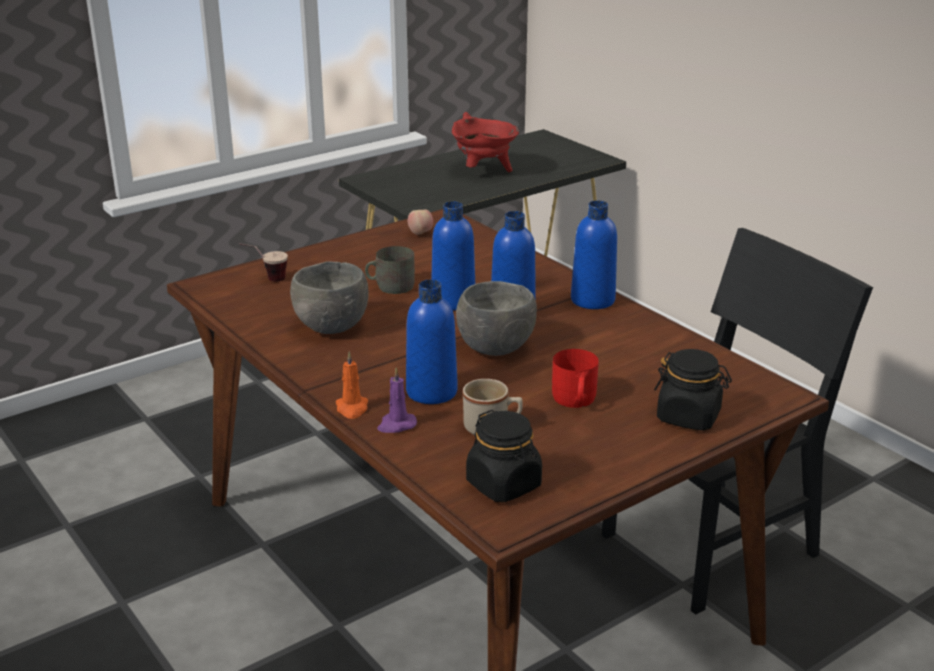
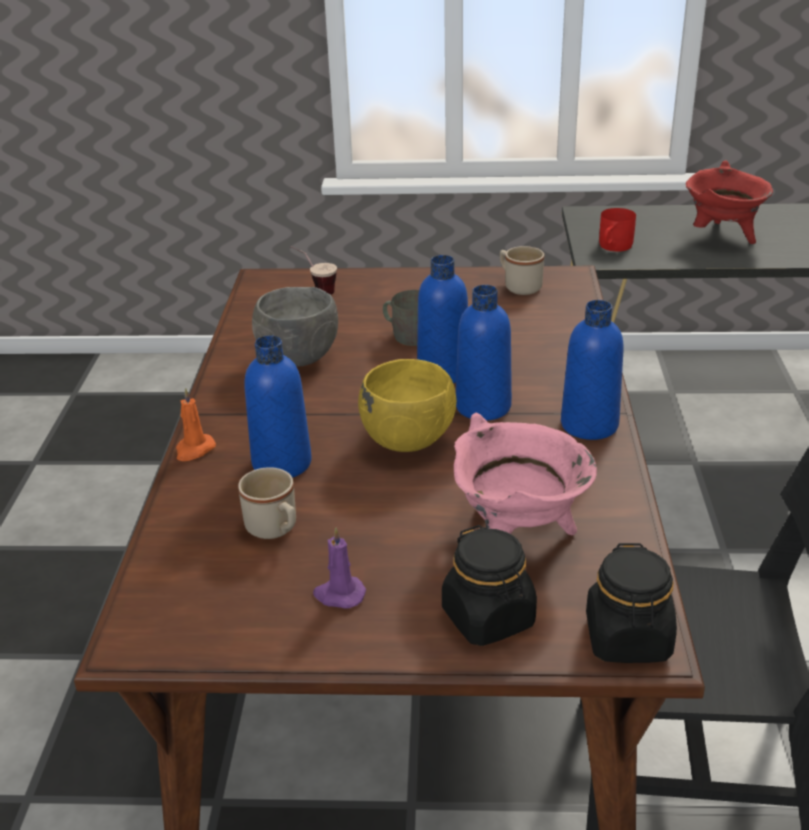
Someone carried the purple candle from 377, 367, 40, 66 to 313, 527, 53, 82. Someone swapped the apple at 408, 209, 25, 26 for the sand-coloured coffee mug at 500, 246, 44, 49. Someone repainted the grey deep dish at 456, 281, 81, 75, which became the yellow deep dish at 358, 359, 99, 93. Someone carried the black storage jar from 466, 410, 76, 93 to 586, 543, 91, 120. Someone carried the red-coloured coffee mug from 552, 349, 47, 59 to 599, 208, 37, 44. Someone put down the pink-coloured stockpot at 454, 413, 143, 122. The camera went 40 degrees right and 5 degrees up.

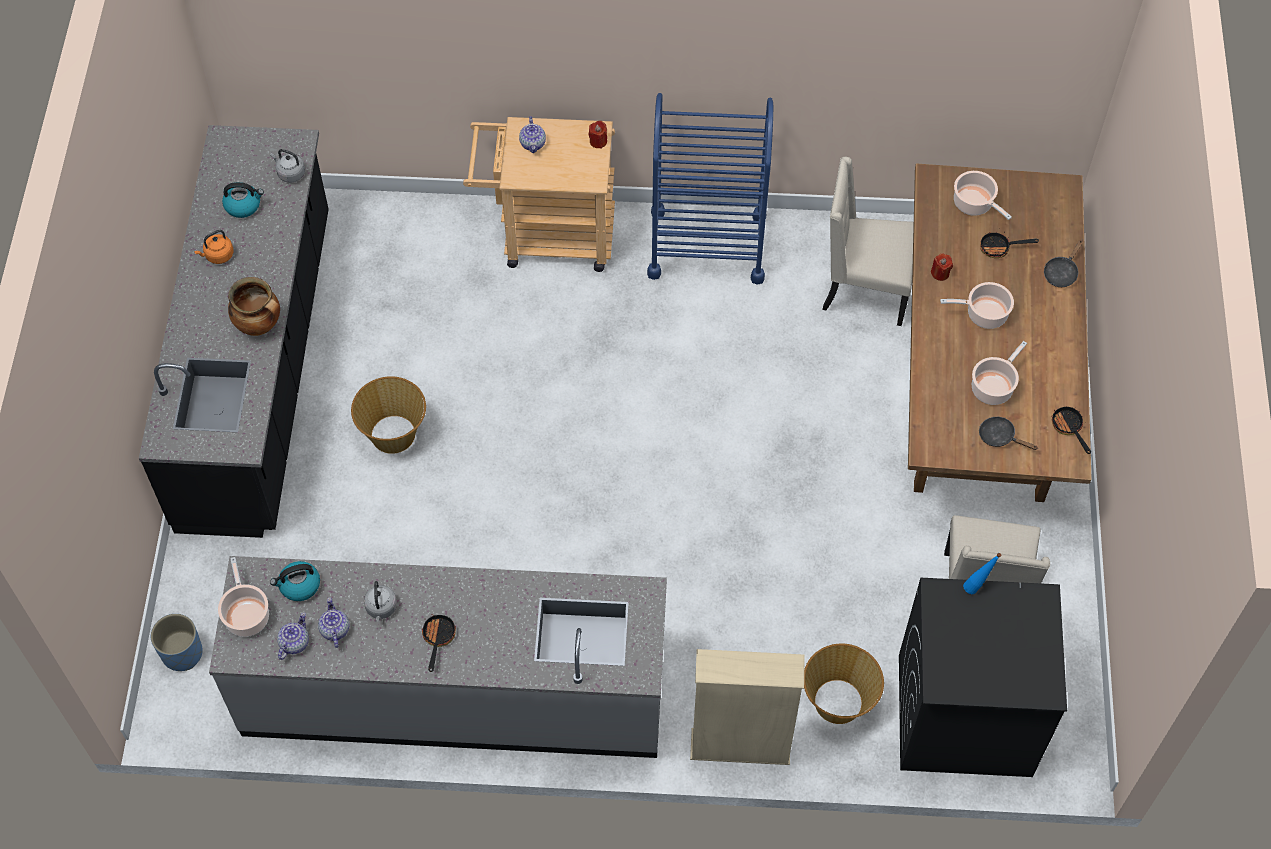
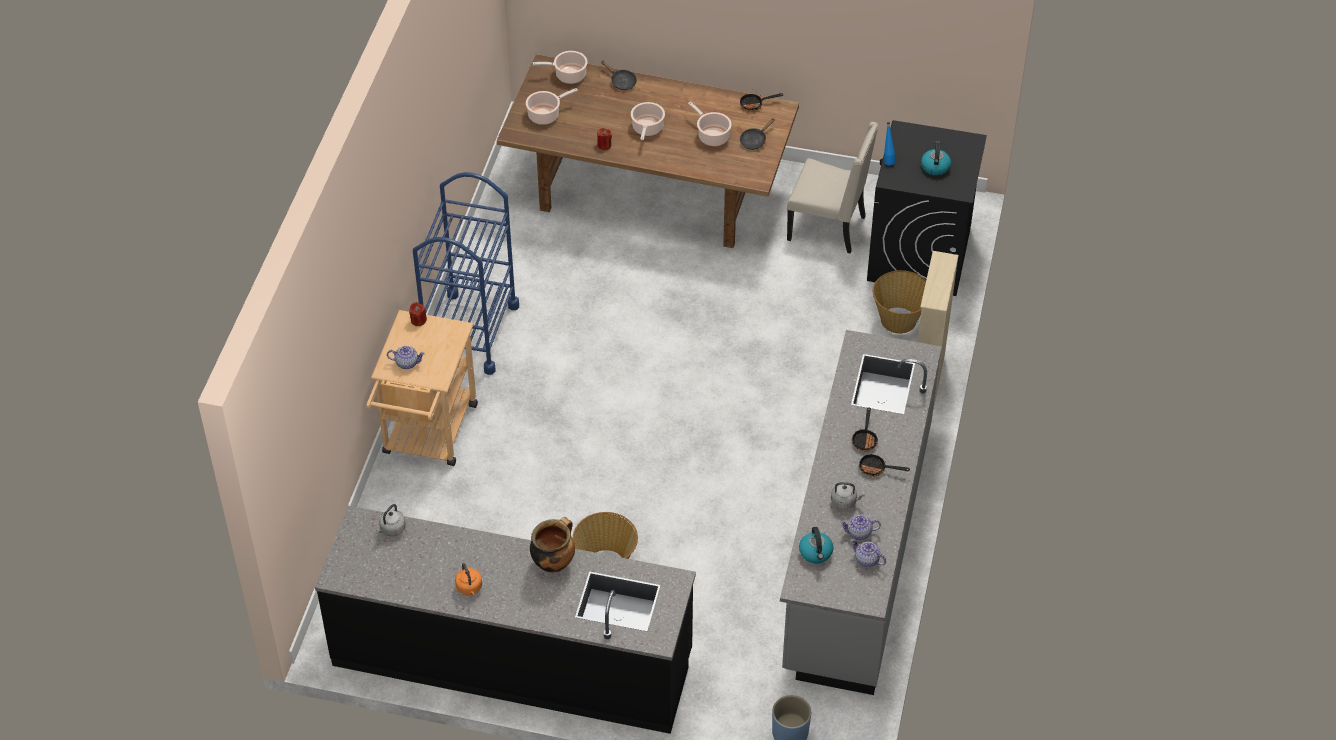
Someone carried the stockpot from 218, 557, 51, 80 to 533, 51, 54, 33. Someone carried the kettle from 222, 182, 42, 36 to 921, 141, 30, 34. Someone took away the sand-coloured chair at 822, 157, 92, 169. Someone carried the pan from 980, 232, 59, 26 to 852, 407, 26, 45. The camera went 80 degrees left and 10 degrees down.

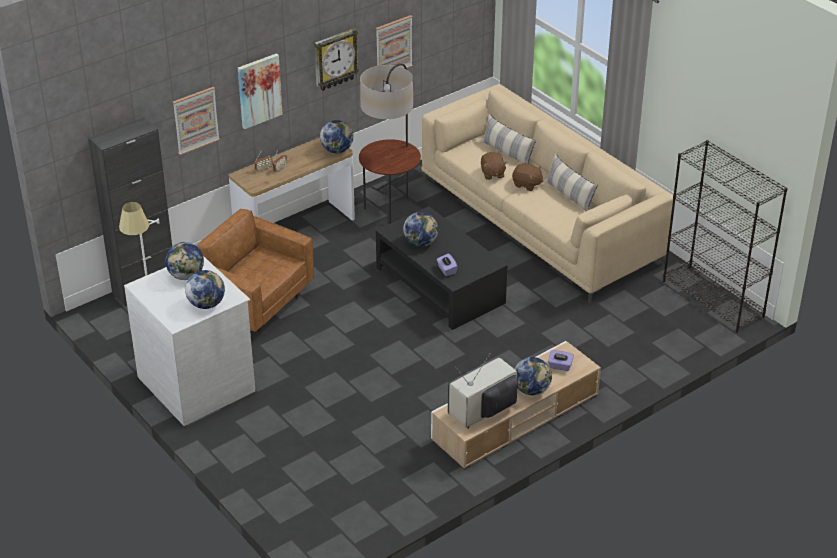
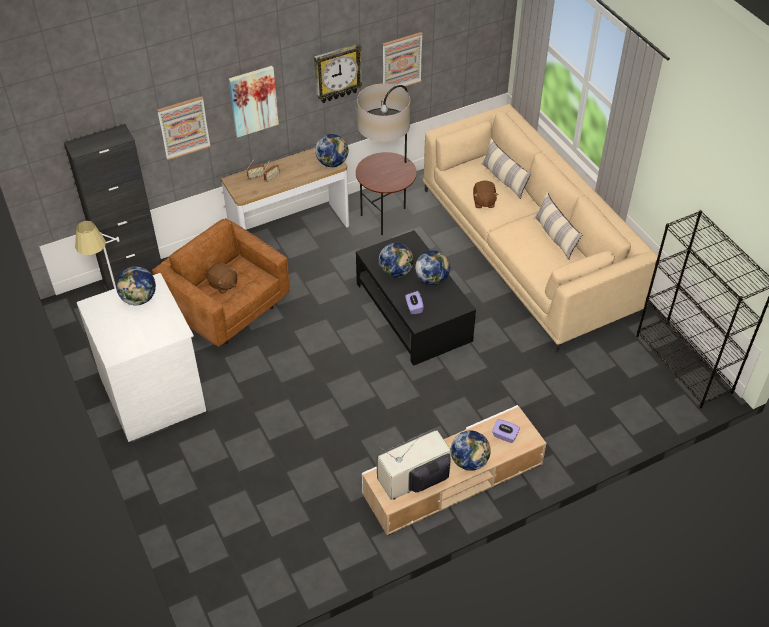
Someone carried the globe from 185, 270, 40, 39 to 415, 250, 35, 35. Someone carried the brown-coloured soft toy from 512, 163, 31, 28 to 206, 262, 31, 32. The camera went 10 degrees right and 10 degrees up.

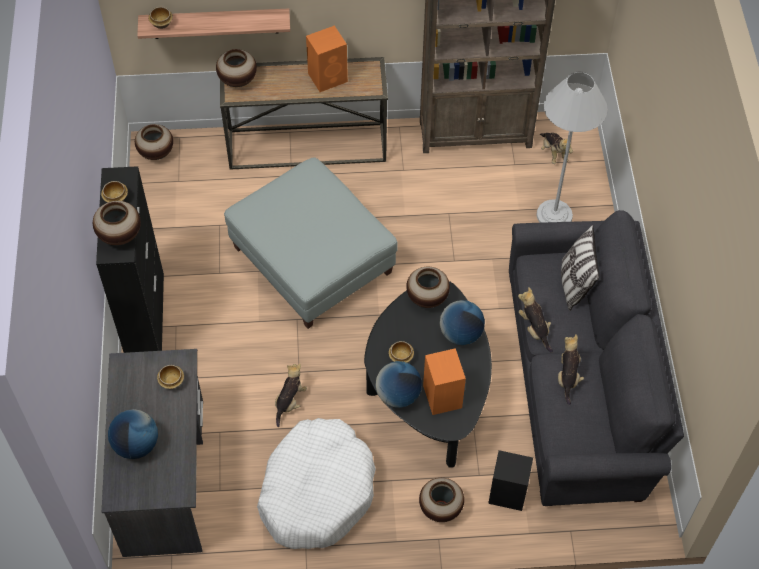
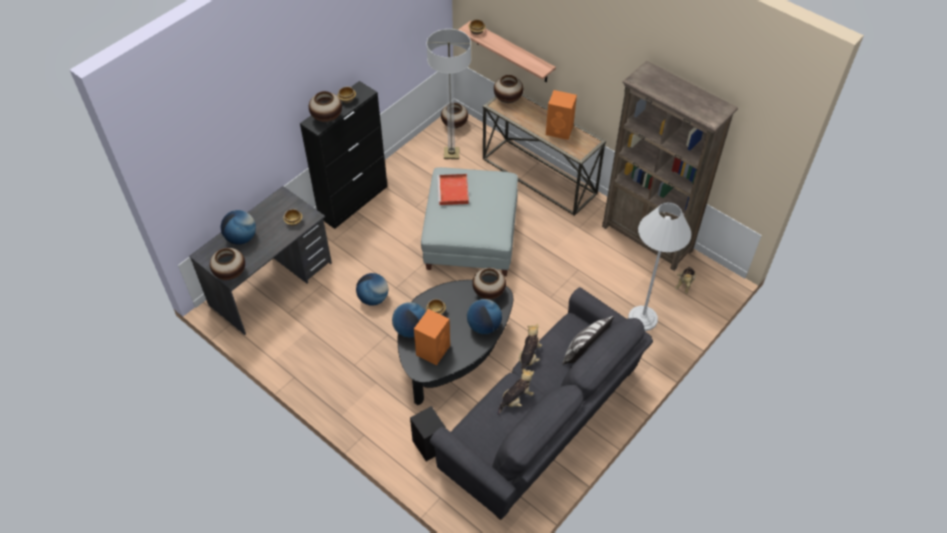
Someone took away the white-coloured dog cushion at 257, 418, 119, 131. Someone swapped the soft toy at 275, 364, 32, 63 for the globe at 356, 273, 33, 33. Someone carried the vase from 419, 478, 45, 44 to 210, 248, 35, 32. Someone put down the standard lamp at 427, 29, 44, 130. Someone put down the red-coloured carrying tray at 437, 174, 32, 31. The camera went 45 degrees right and 5 degrees down.

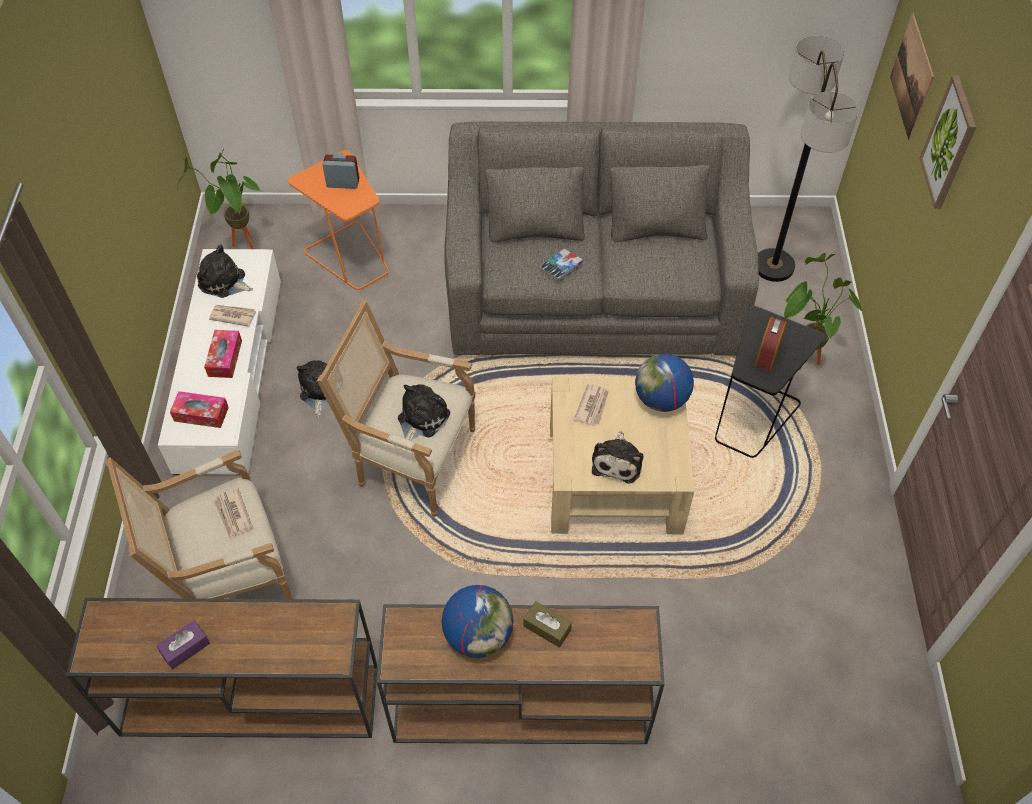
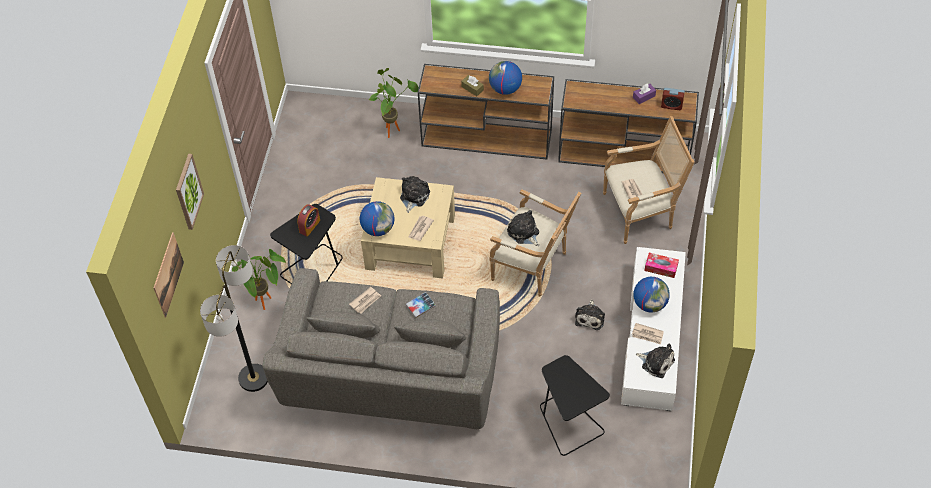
Someone carried the houseplant from 177, 147, 83, 102 to 368, 68, 51, 70. Someone swapped the box of tissues at 204, 330, 38, 48 for the globe at 633, 277, 37, 36. Someone repainted the orangey side table at 288, 150, 101, 140, which became the black side table at 540, 355, 70, 101. Someone carried the table clock from 323, 153, 36, 36 to 661, 88, 24, 22. Someone rotated the soft toy at 398, 384, 52, 57 by 105 degrees clockwise. Someone put down the newspaper at 349, 287, 32, 26. The camera went 170 degrees left and 0 degrees up.

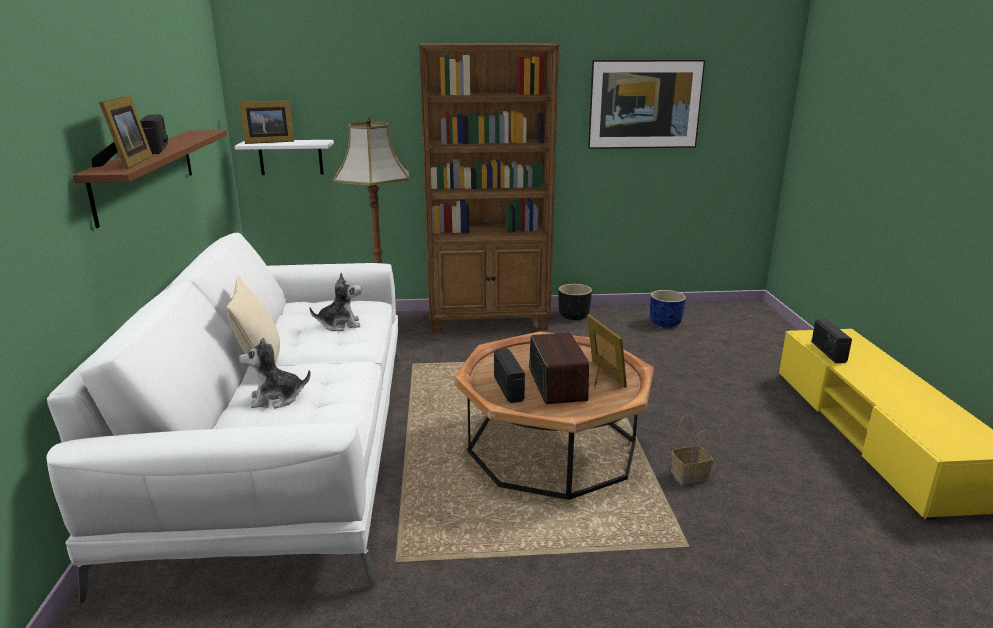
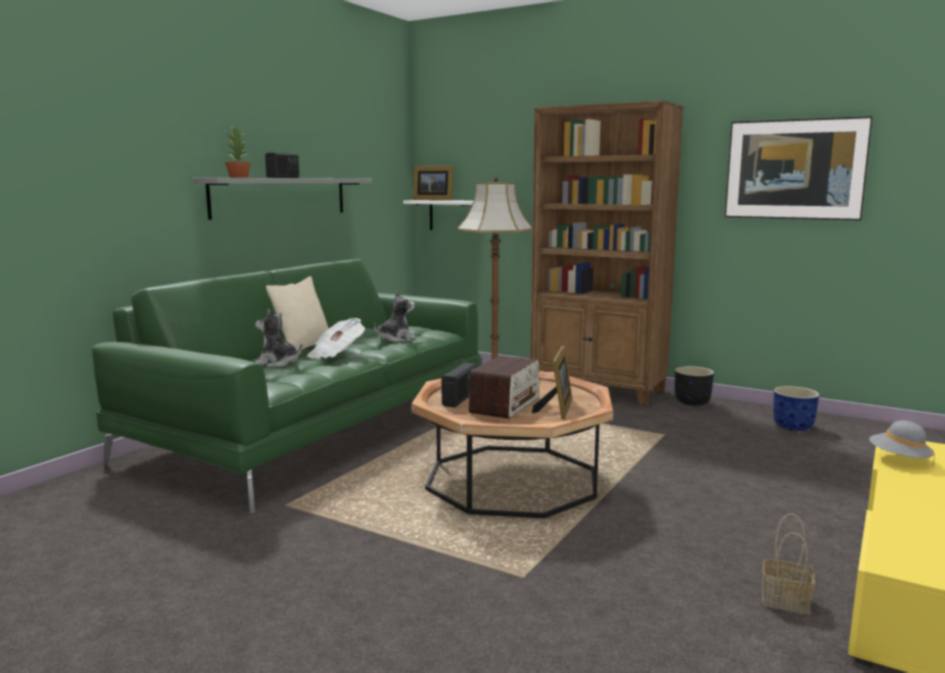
Someone repainted the white-coloured couch at 46, 233, 354, 371, which became the green couch at 92, 259, 390, 254. Someone repainted the brown-coloured wall shelf at 73, 130, 154, 98, which became the grey wall shelf at 192, 178, 180, 42. Someone swapped the standing frame at 92, 95, 61, 75 for the houseplant at 225, 126, 26, 52. Someone rotated the soft toy at 310, 273, 52, 58 by 60 degrees counterclockwise. Someone carried the basket from 671, 414, 42, 71 to 762, 514, 53, 100. Someone swapped the radio set at 811, 319, 41, 44 for the grey wearable hat at 869, 420, 66, 46. Someone put down the newspaper at 307, 318, 58, 40. The camera went 35 degrees right and 10 degrees down.

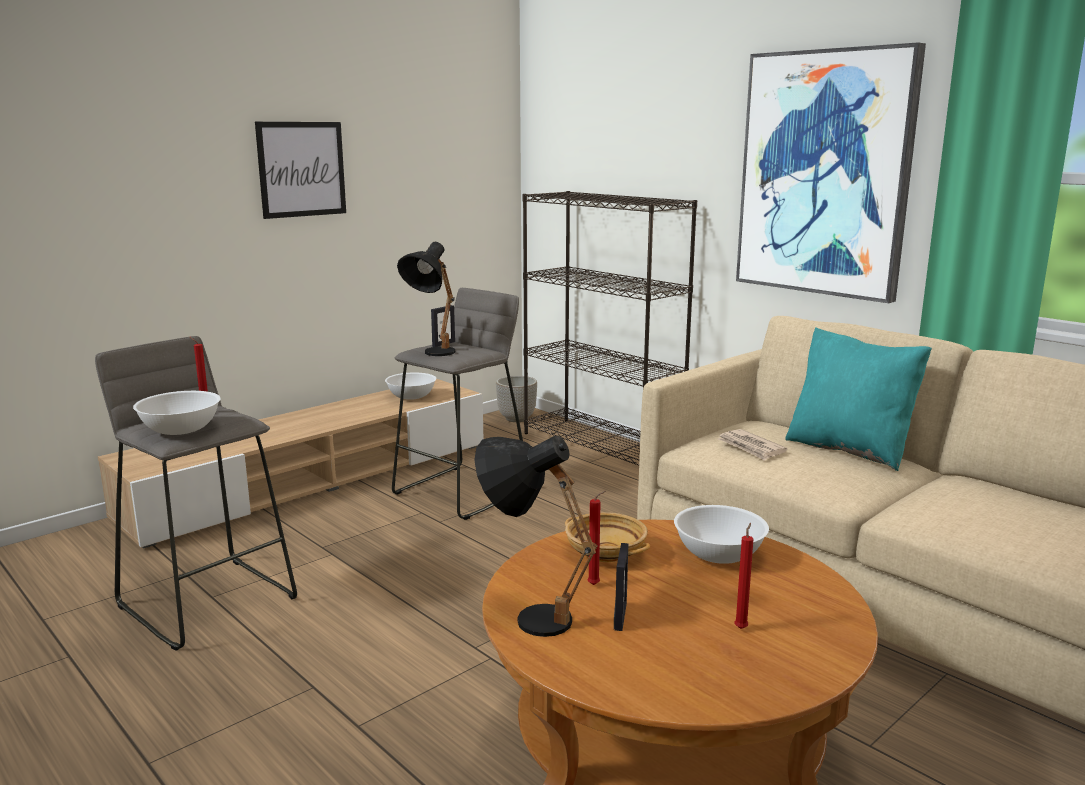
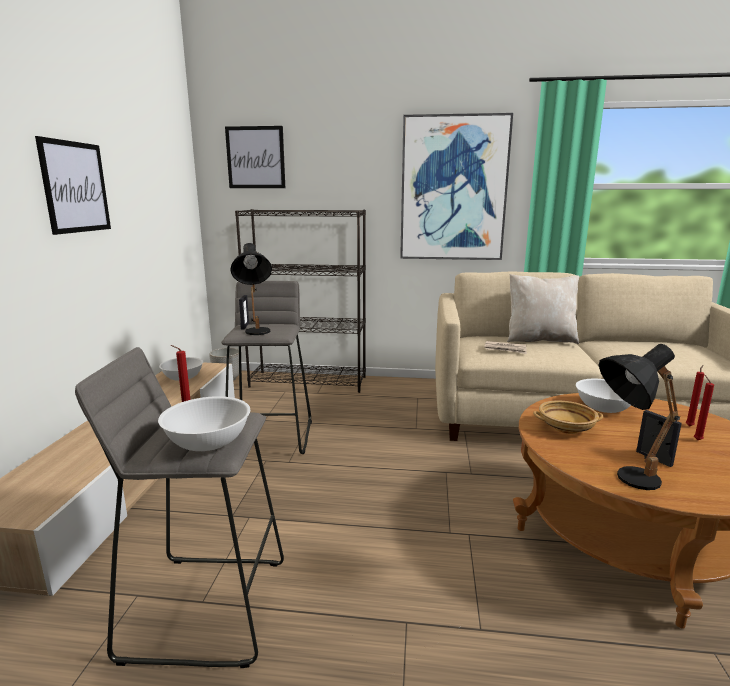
Someone carried the red-coloured candle from 587, 491, 19, 94 to 686, 365, 19, 61. Someone repainted the turquoise throw pillow at 785, 327, 147, 144, which became the sand-coloured throw pillow at 507, 274, 72, 70. Someone put up the wall art at 225, 126, 60, 62. The camera went 40 degrees left and 0 degrees up.

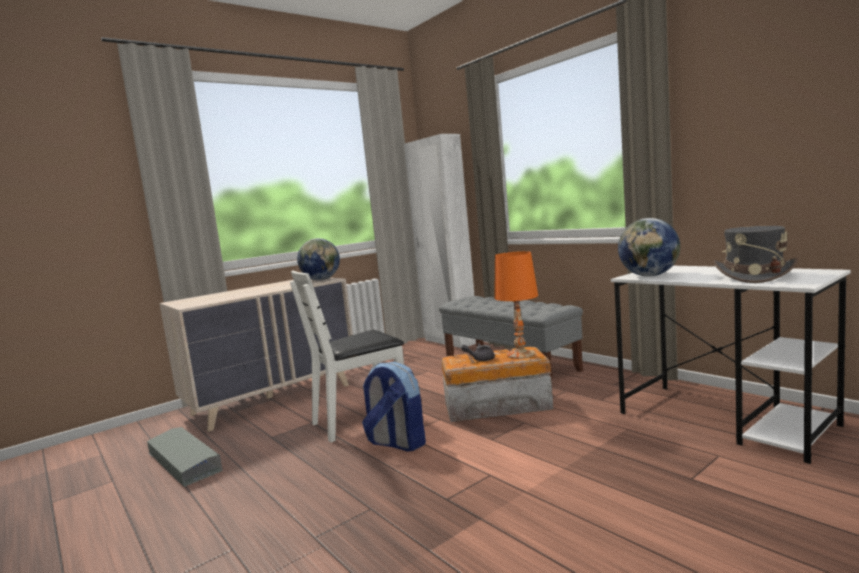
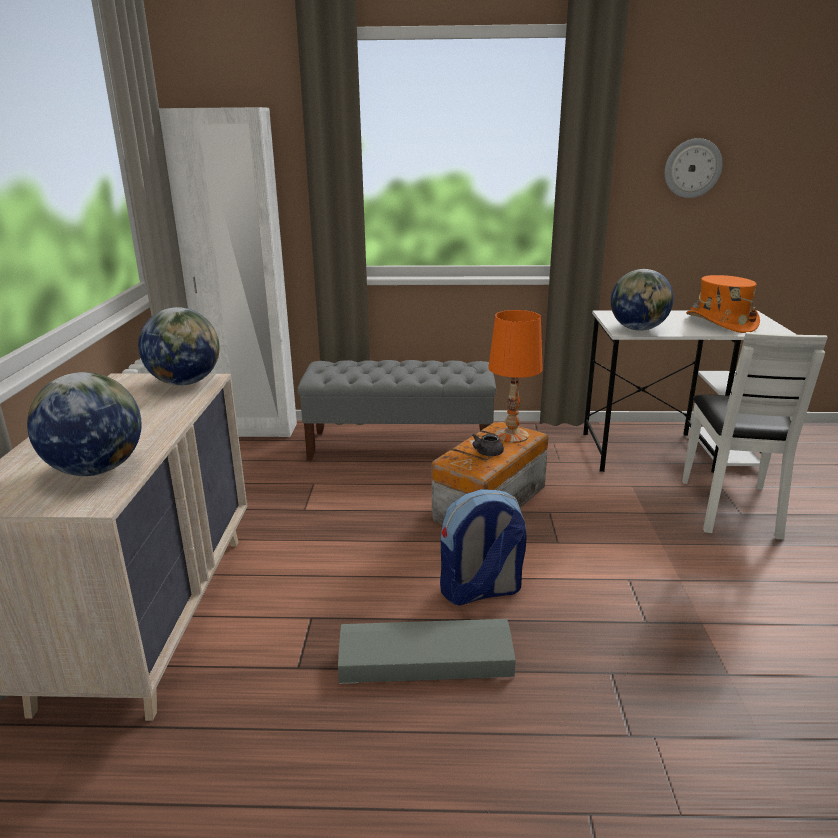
Someone carried the grey storage container from 147, 427, 76, 60 to 338, 619, 178, 65. Someone carried the white-coloured chair from 290, 270, 114, 172 to 682, 332, 146, 208. Someone repainted the grey wearable hat at 714, 226, 84, 57, which became the orangey wearable hat at 686, 275, 74, 58. Someone put down the globe at 27, 372, 115, 104. Someone put up the wall clock at 665, 138, 58, 60. The camera went 50 degrees left and 15 degrees up.

